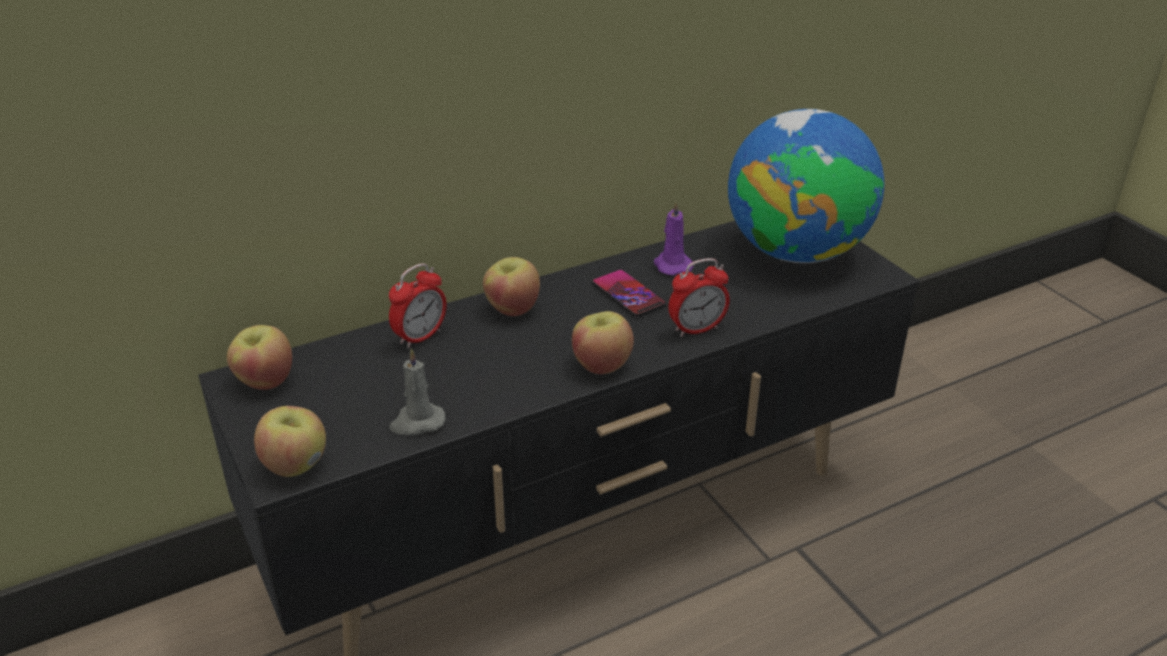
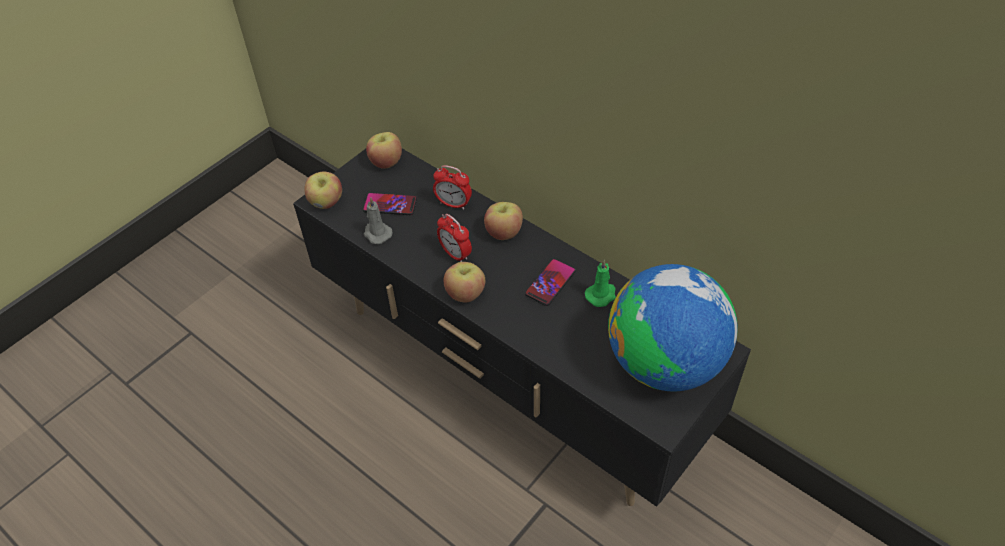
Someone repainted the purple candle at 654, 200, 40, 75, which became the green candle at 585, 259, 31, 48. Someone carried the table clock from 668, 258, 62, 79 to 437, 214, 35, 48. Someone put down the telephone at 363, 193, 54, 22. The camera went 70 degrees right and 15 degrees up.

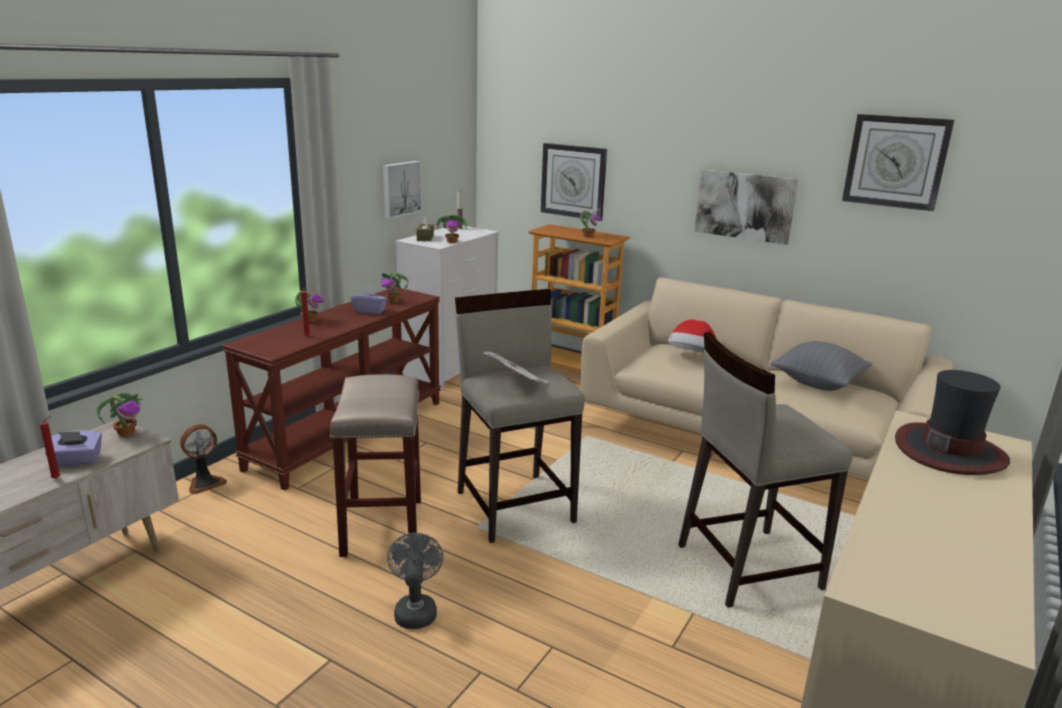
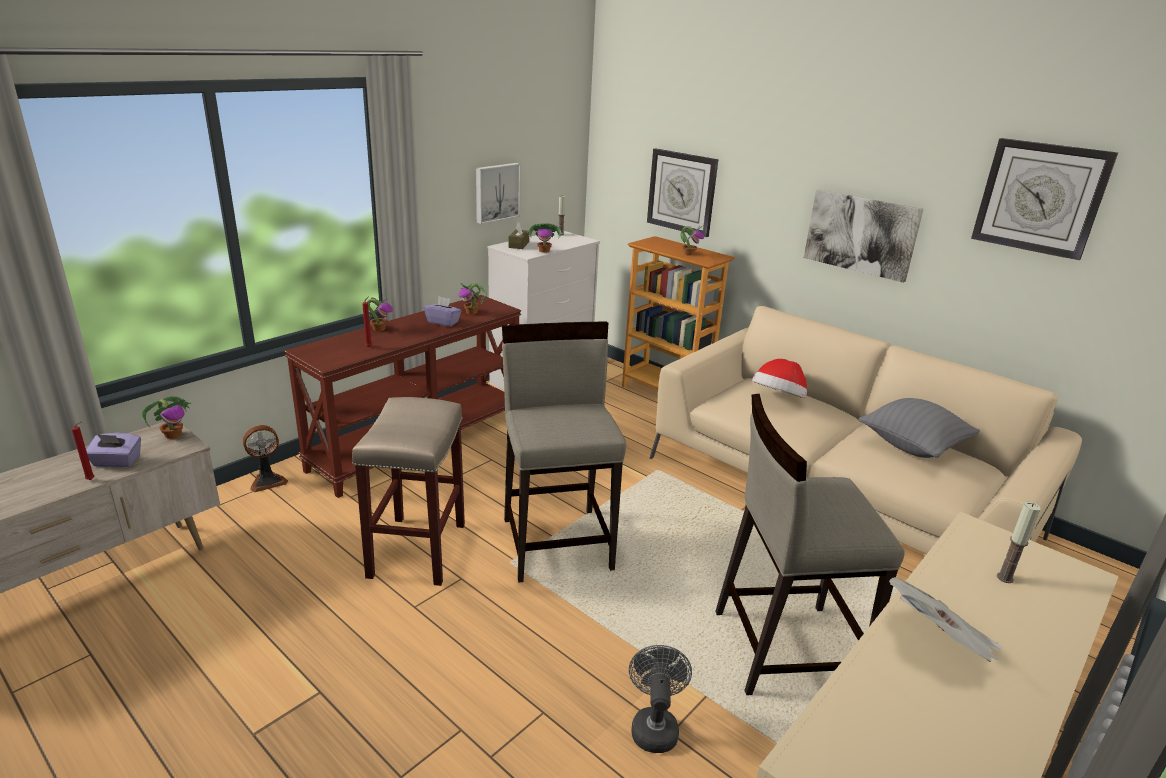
Someone carried the grey electric fan from 387, 533, 57, 96 to 629, 645, 63, 108. Someone carried the newspaper from 483, 351, 66, 31 to 889, 577, 114, 85. Someone swapped the wearable hat at 895, 370, 115, 105 for the candle at 997, 502, 44, 81. The camera went 10 degrees right and 5 degrees up.

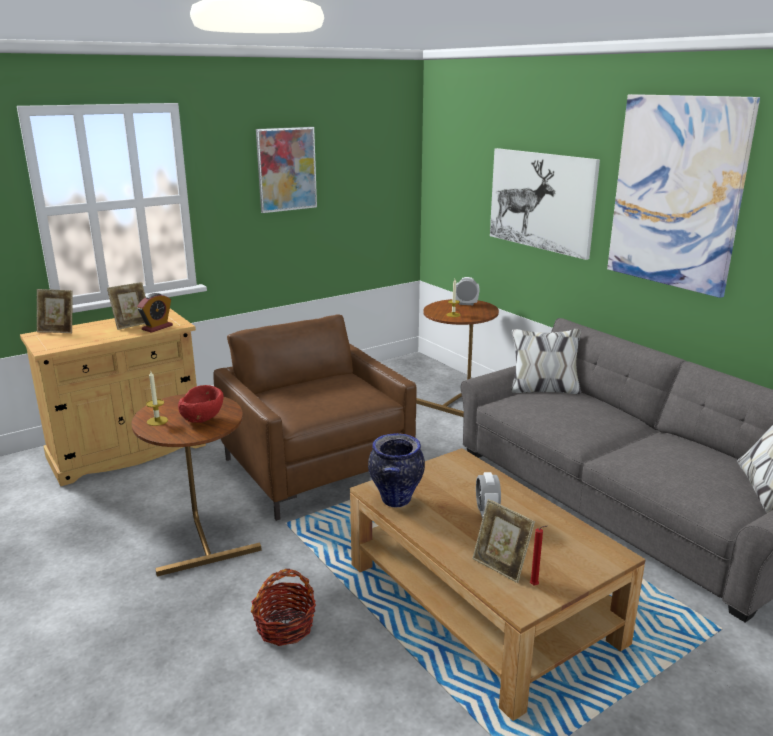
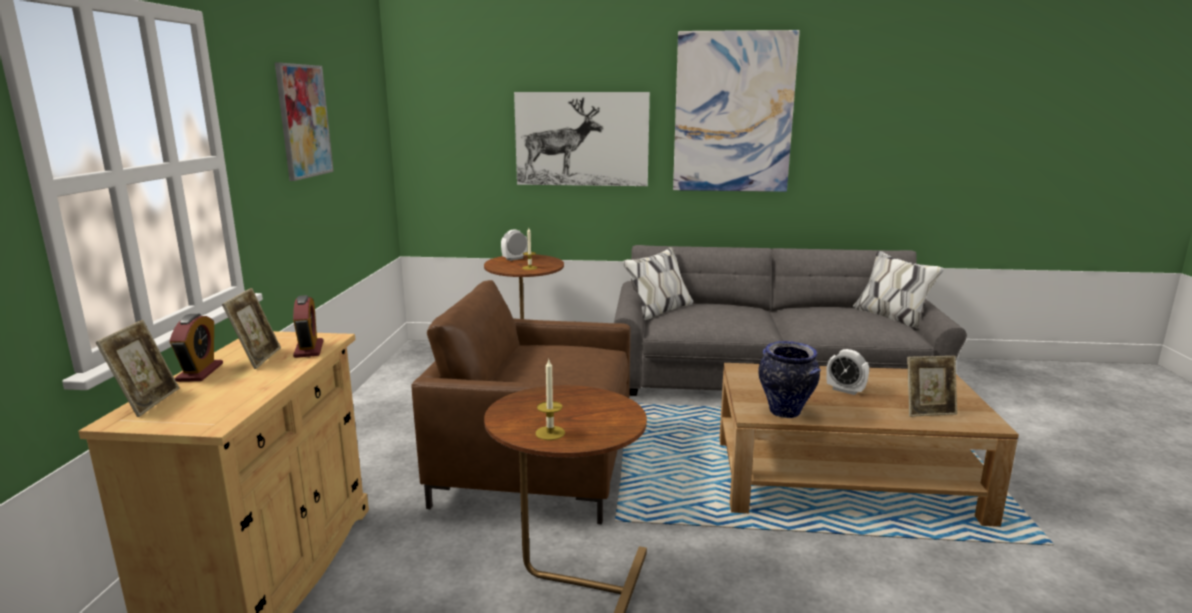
Someone rotated the standing frame at 37, 289, 36, 44 by 45 degrees counterclockwise. Someone took away the red-coloured deep dish at 178, 385, 46, 38. Someone took away the basket at 251, 569, 65, 77. Someone took away the red-coloured candle at 530, 526, 17, 59. Someone put down the table clock at 170, 314, 53, 68. The camera went 50 degrees left and 5 degrees down.

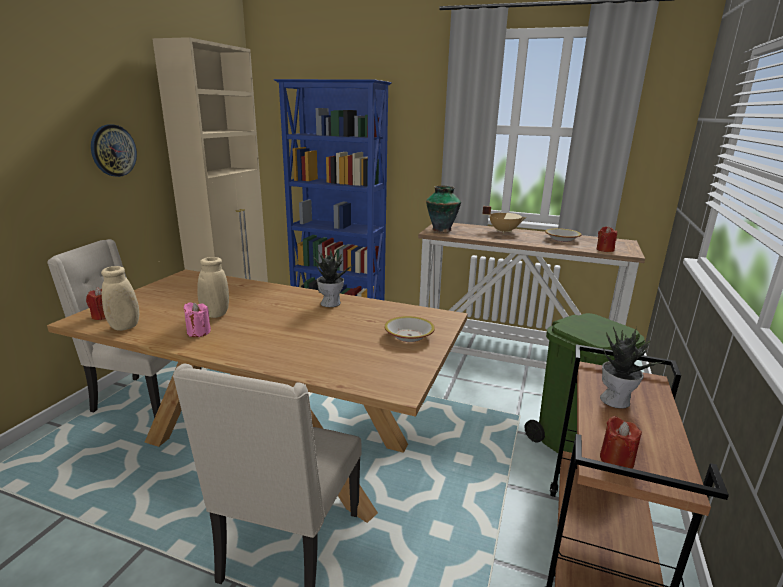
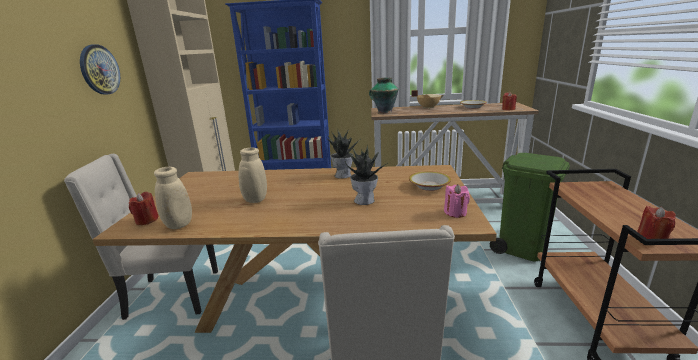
Someone carried the pink-coloured candle from 184, 302, 27, 35 to 444, 184, 26, 34. Someone carried the houseplant from 600, 327, 65, 82 to 345, 146, 41, 59. The camera went 15 degrees left and 0 degrees up.

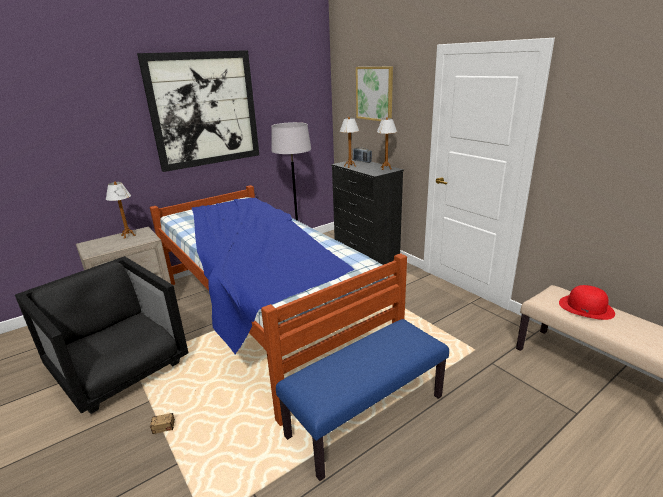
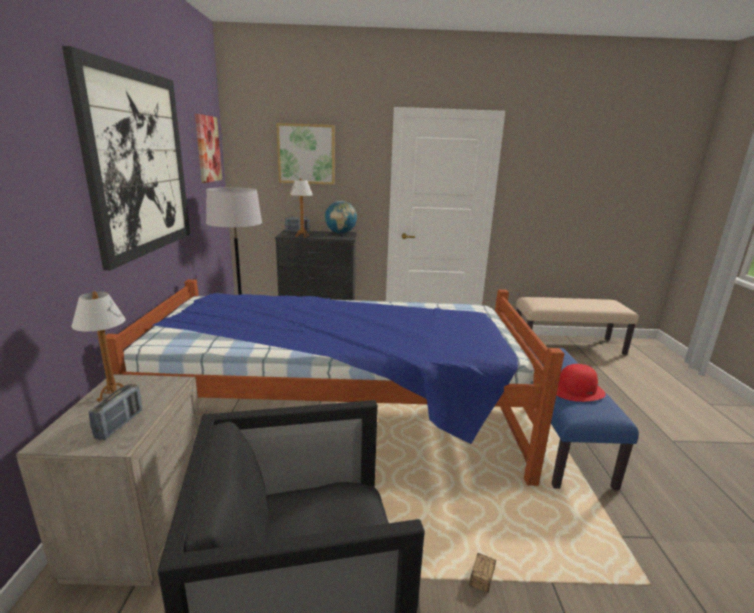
Someone swapped the lamp for a table at 377, 117, 20, 53 for the globe at 325, 201, 32, 33. Someone carried the red-coloured wearable hat from 559, 285, 56, 35 to 557, 364, 49, 38. Someone put down the radio set at 89, 384, 53, 56. Someone put up the wall art at 195, 114, 27, 69. The camera went 55 degrees left and 5 degrees down.

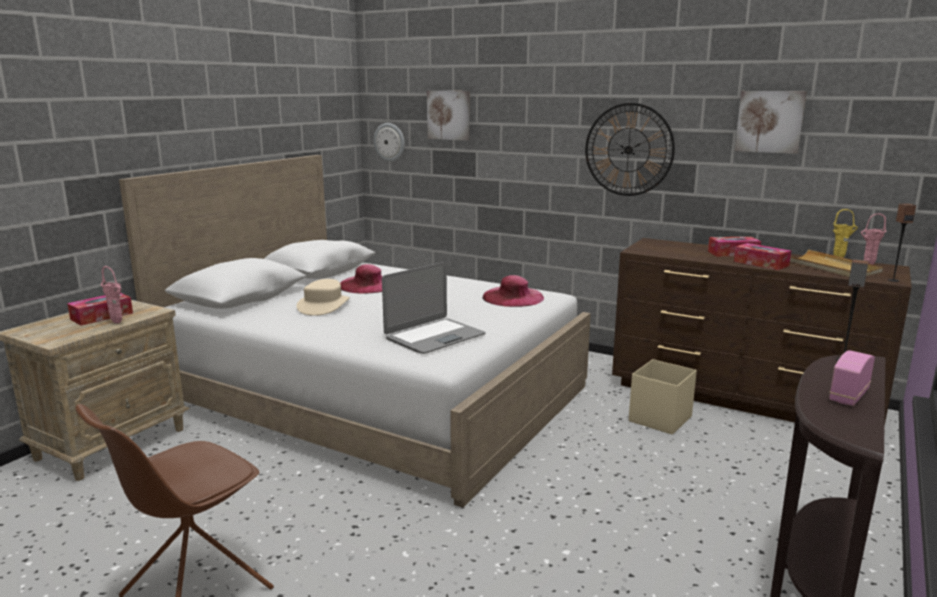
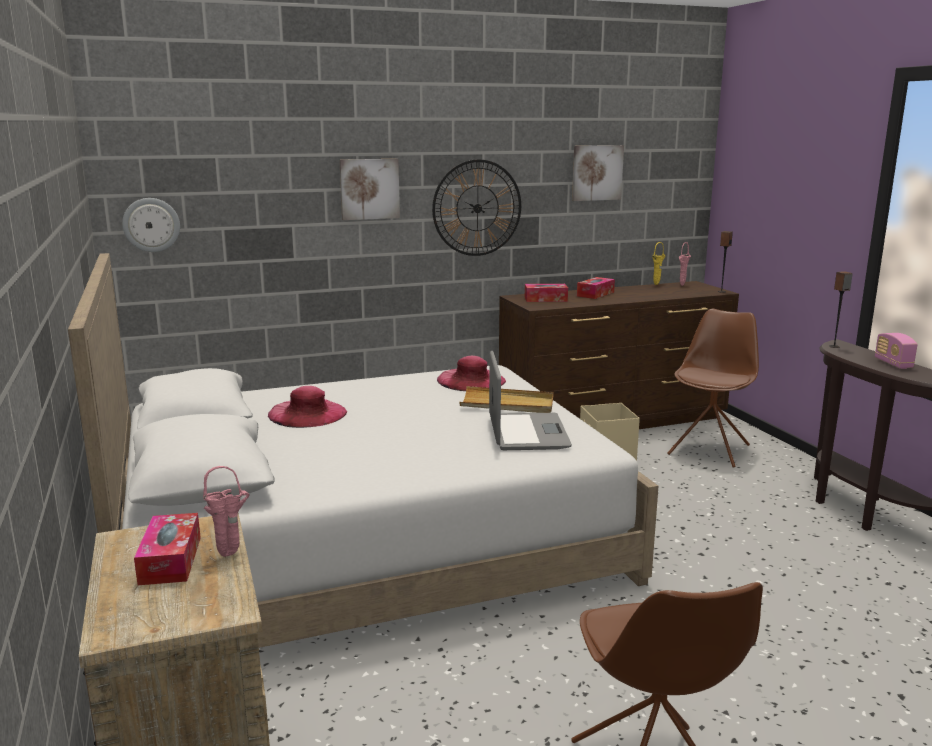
Someone took away the sand-coloured wearable hat at 297, 279, 53, 37. Someone carried the wall art from 427, 91, 43, 50 to 339, 159, 61, 61. Someone carried the box of tissues from 734, 243, 57, 27 to 525, 284, 43, 18. Someone carried the sand-coloured carrying tray from 790, 249, 93, 28 to 459, 386, 94, 27. Someone put down the brown-coloured chair at 667, 309, 92, 159. The camera went 50 degrees left and 0 degrees up.

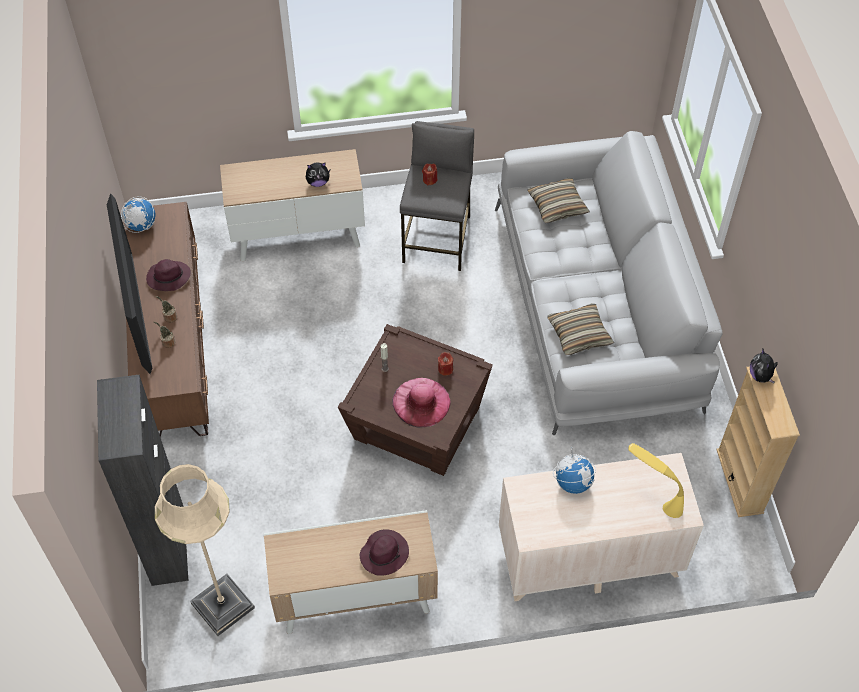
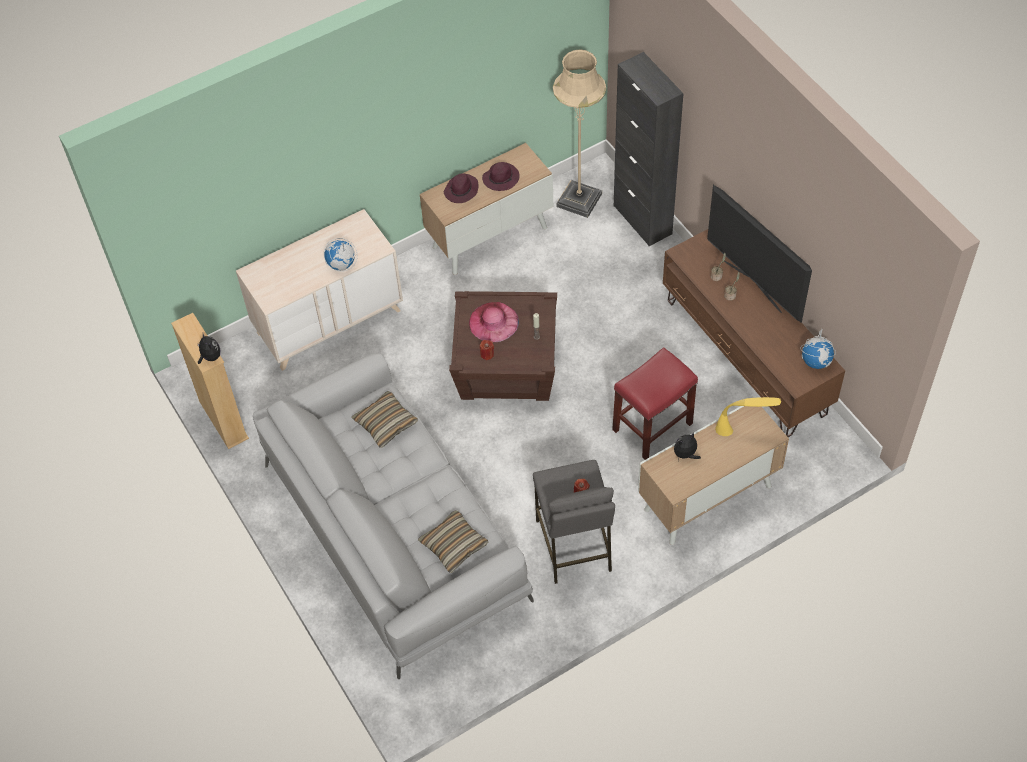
Someone carried the purple wearable hat from 146, 259, 45, 32 to 482, 162, 38, 29. Someone carried the yellow lamp for a table from 628, 443, 56, 75 to 715, 397, 66, 39. Someone put down the red-coloured stool seat at 612, 347, 86, 113. The camera went 160 degrees right and 0 degrees up.

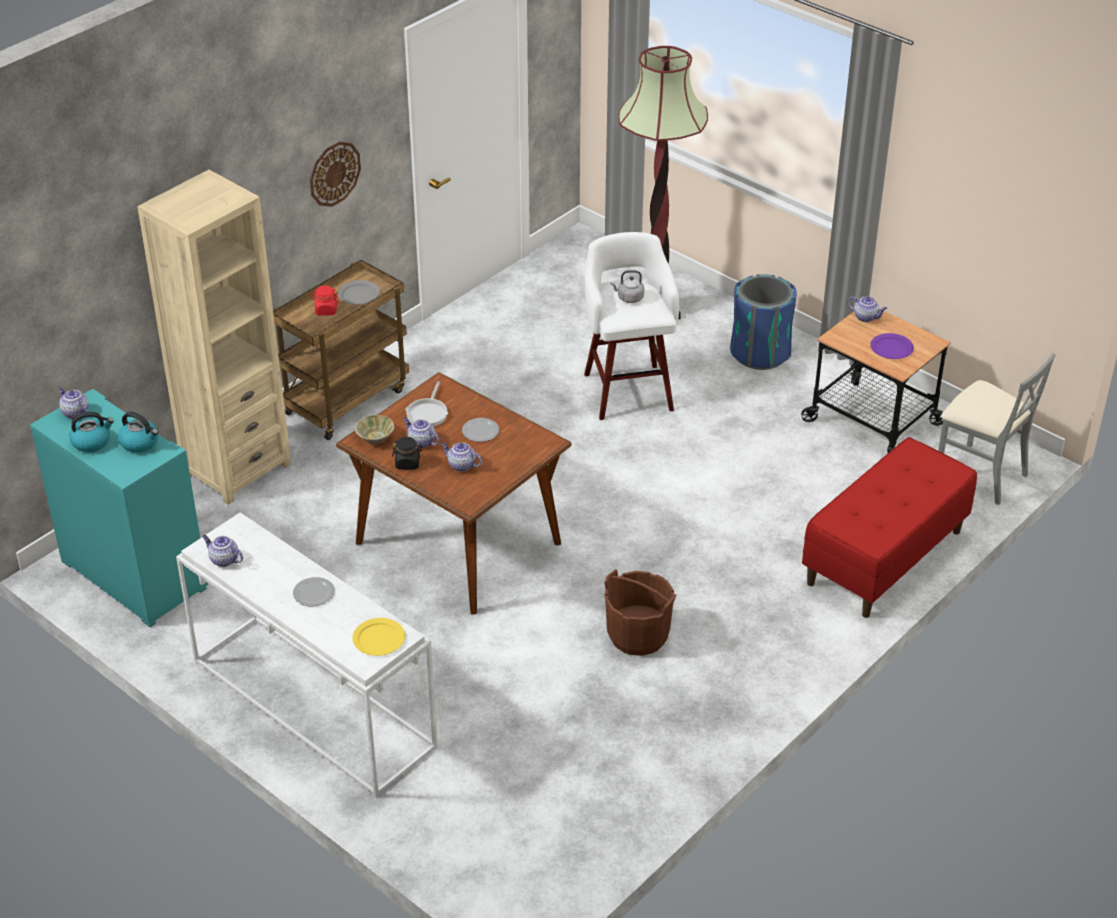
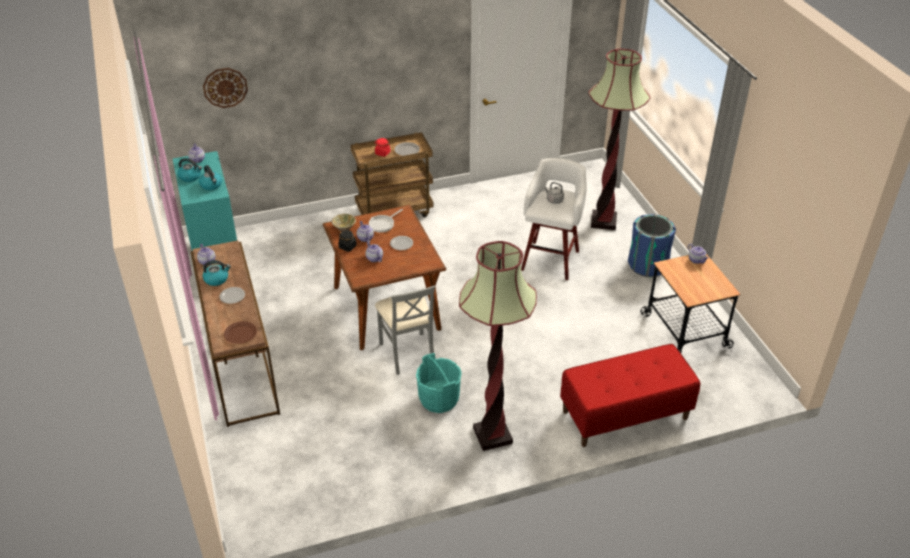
Someone took away the sand-coloured bookcase at 137, 170, 154, 335. Someone repainted the white-coloured hall table at 176, 513, 262, 284, which became the brown-coloured hall table at 191, 240, 89, 187. Someone carried the wall clock from 310, 141, 51, 66 to 203, 68, 45, 40. Someone repainted the yellow plate at 352, 618, 53, 38, which became the brown-coloured plate at 224, 321, 33, 23. Someone repainted the brown-coloured pail at 604, 569, 72, 87, which became the turquoise pail at 416, 353, 46, 60. Someone took away the purple plate at 870, 333, 44, 26. Someone carried the grey chair from 938, 353, 118, 152 to 375, 286, 60, 89. Someone put down the kettle at 203, 260, 28, 26. Someone put down the standard lamp at 459, 241, 78, 210. The camera went 30 degrees right and 0 degrees up.

